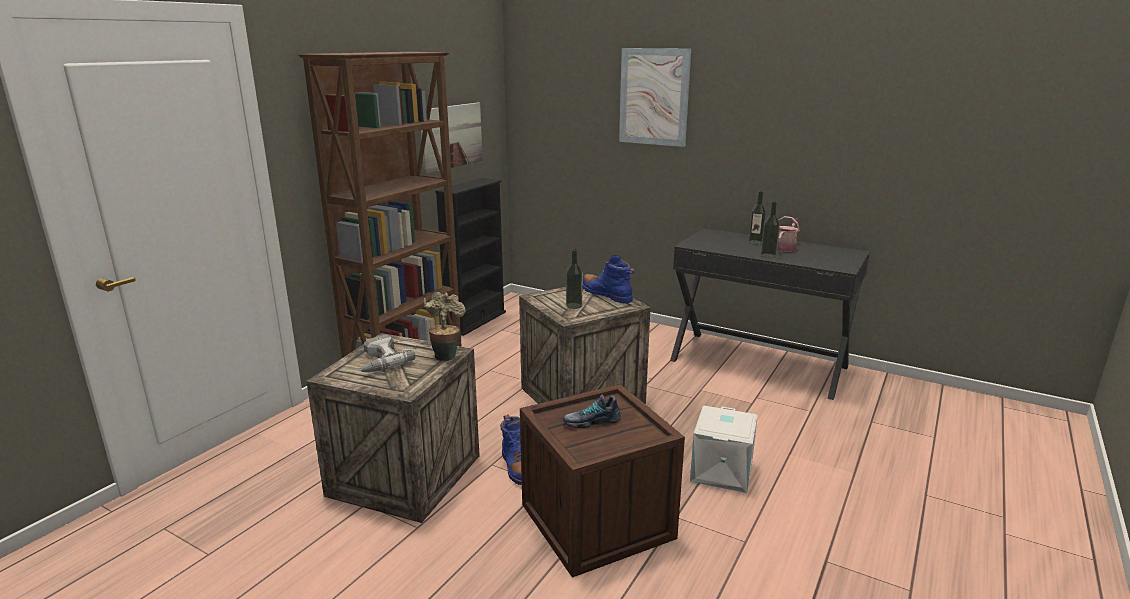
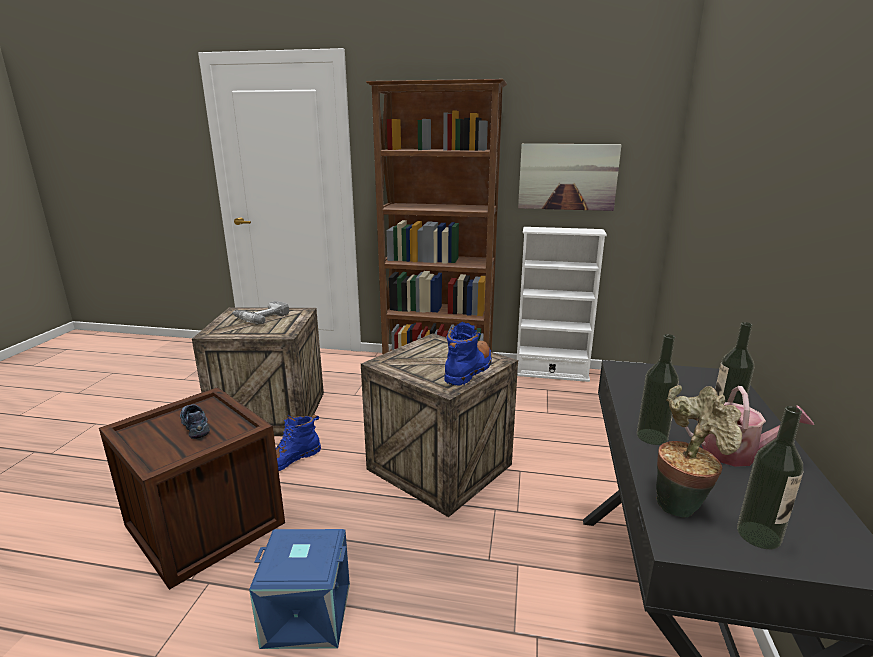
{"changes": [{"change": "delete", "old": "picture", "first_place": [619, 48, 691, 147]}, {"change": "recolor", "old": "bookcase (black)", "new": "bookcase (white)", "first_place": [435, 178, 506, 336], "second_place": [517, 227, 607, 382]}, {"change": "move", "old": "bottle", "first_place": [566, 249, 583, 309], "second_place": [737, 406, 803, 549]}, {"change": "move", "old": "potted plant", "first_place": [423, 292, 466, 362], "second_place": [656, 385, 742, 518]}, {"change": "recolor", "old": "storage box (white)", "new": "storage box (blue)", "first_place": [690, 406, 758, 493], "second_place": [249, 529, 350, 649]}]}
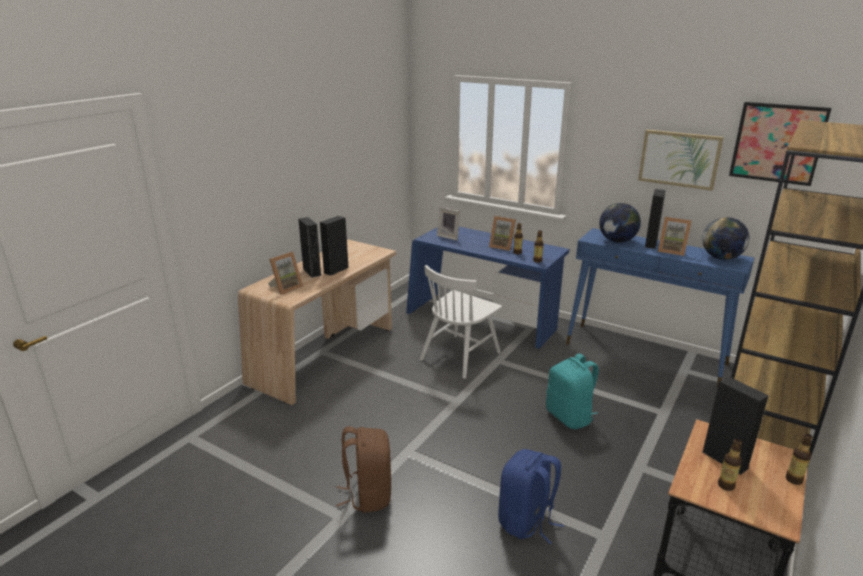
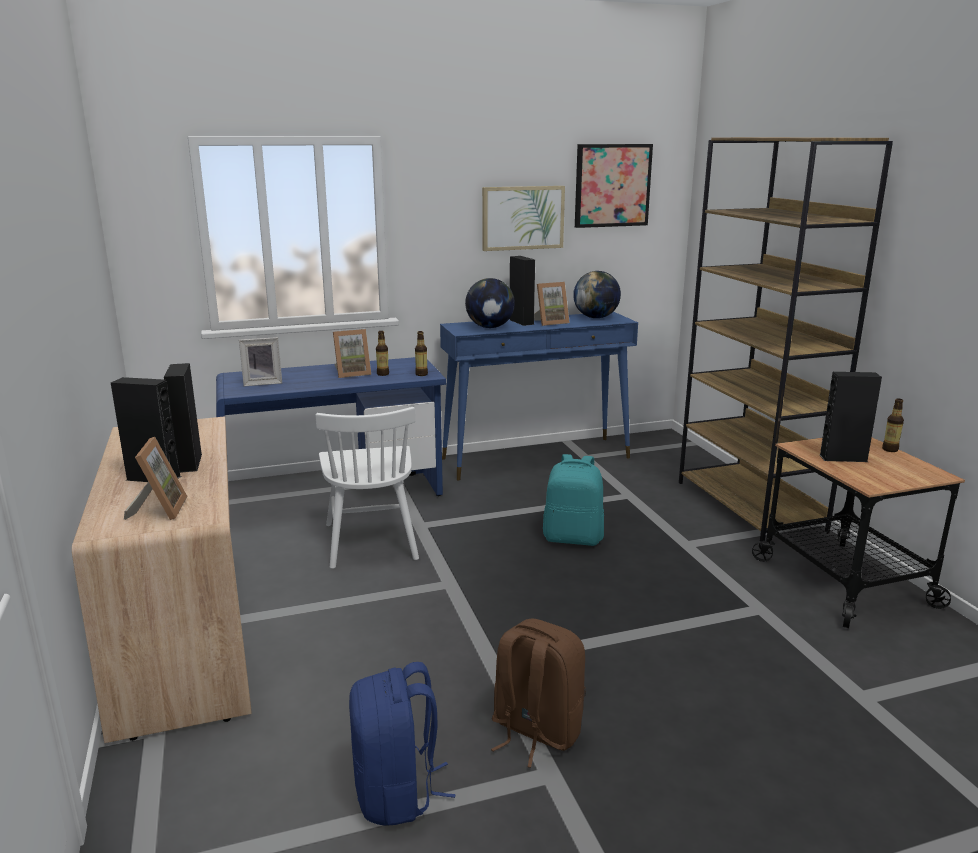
{"changes": [{"change": "delete", "old": "bottle", "first_place": [718, 439, 742, 491]}, {"change": "move", "old": "backpack (blue)", "first_place": [498, 449, 564, 544], "second_place": [349, 662, 455, 826]}]}
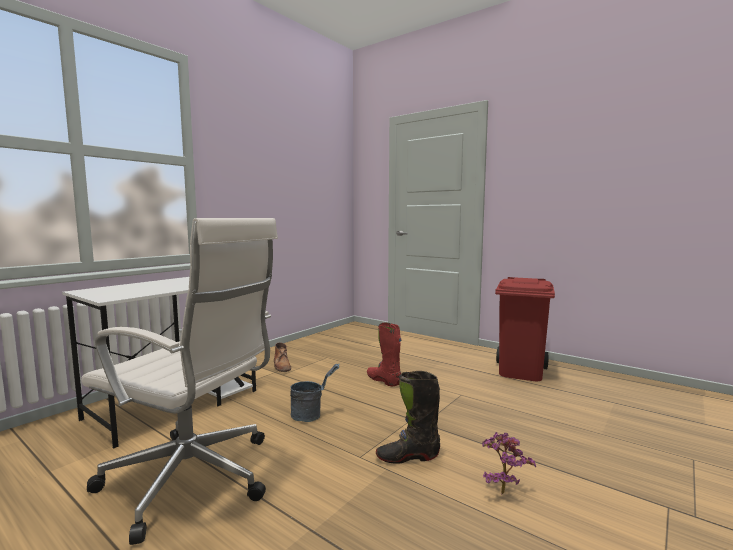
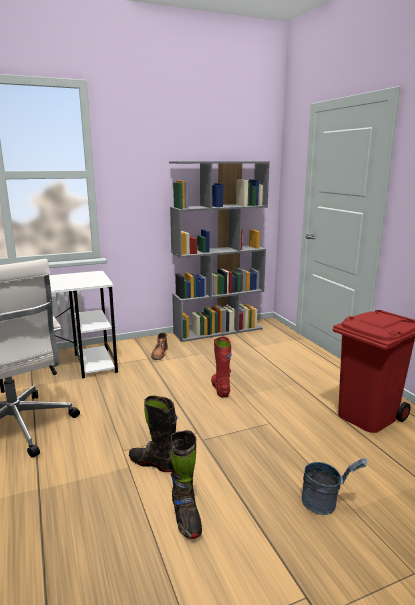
{"changes": [{"change": "move", "old": "bucket (grey)", "first_place": [290, 364, 340, 422], "second_place": [302, 458, 368, 515]}, {"change": "replace", "old": "potted plant", "new": "boot (black)", "first_place": [482, 432, 536, 494], "second_place": [170, 430, 202, 539]}, {"change": "insert", "new": "bookcase (grey)", "second_place": [169, 161, 270, 342]}]}
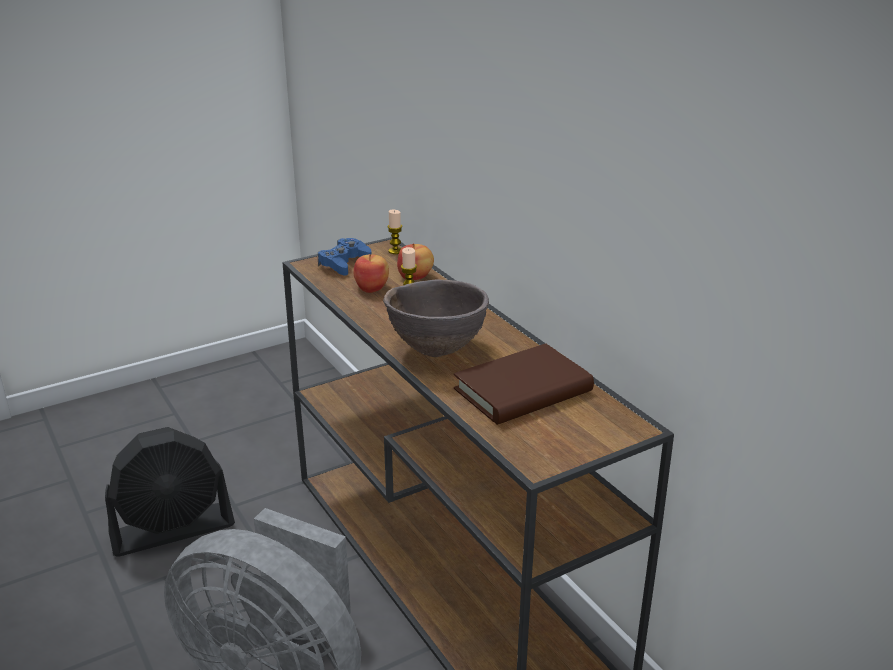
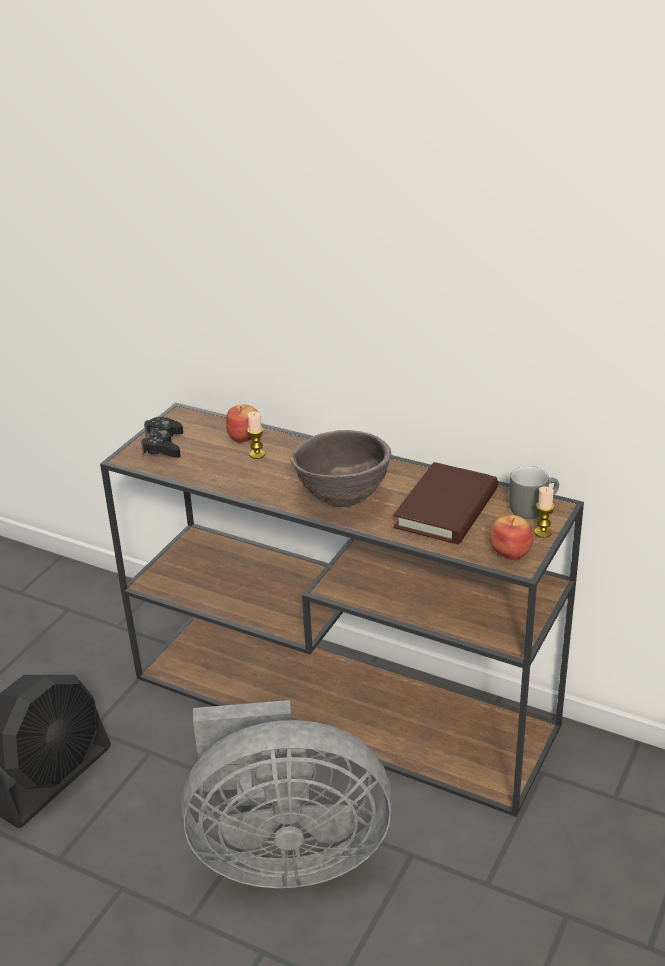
{"changes": [{"change": "move", "old": "candle", "first_place": [388, 209, 402, 254], "second_place": [534, 486, 554, 538]}, {"change": "recolor", "old": "game controller (blue)", "new": "game controller (black)", "first_place": [318, 238, 372, 276], "second_place": [141, 417, 183, 458]}, {"change": "move", "old": "apple", "first_place": [353, 254, 389, 293], "second_place": [489, 515, 533, 560]}, {"change": "insert", "new": "mug (grey)", "second_place": [509, 466, 559, 519]}]}
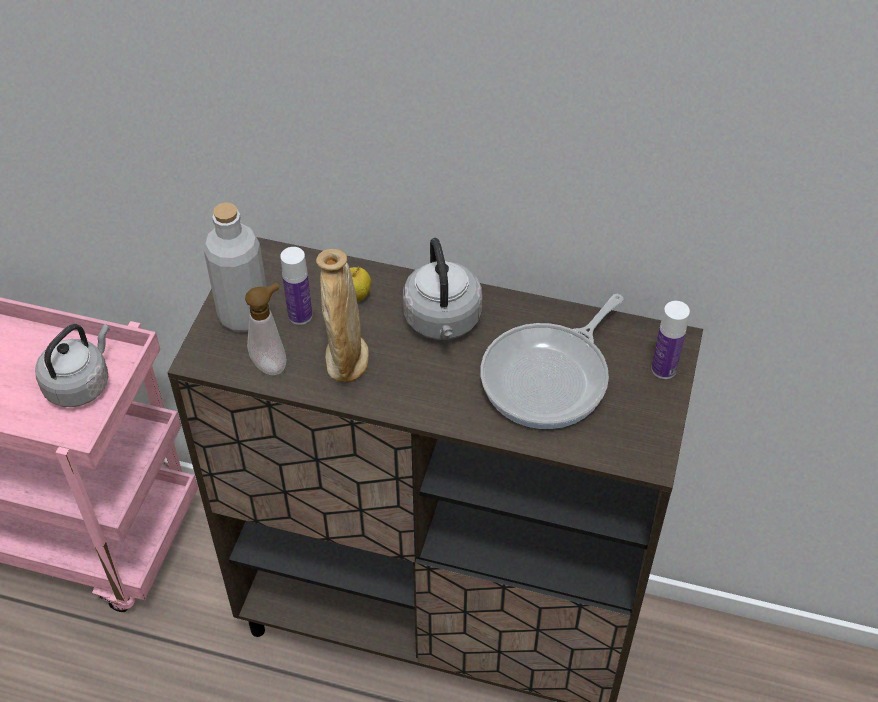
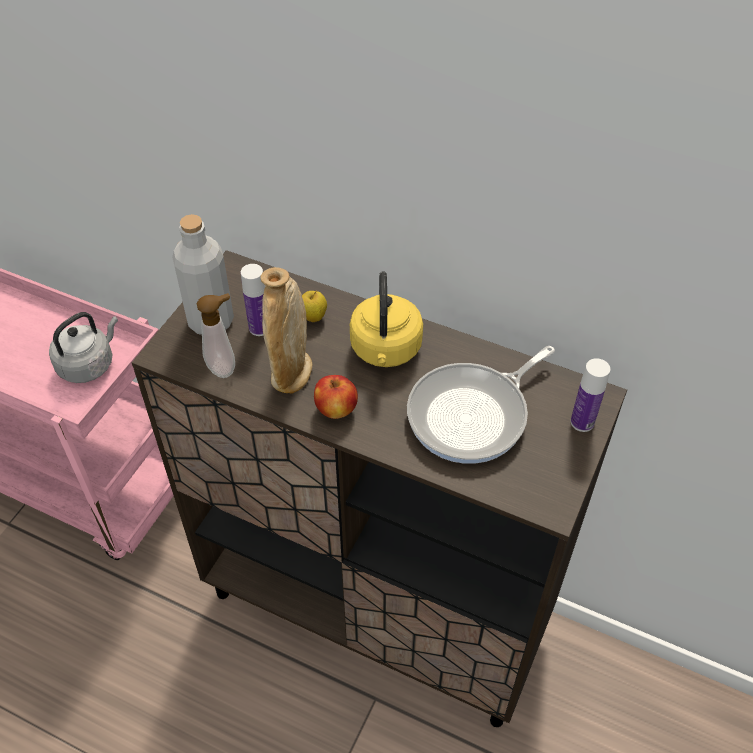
{"changes": [{"change": "recolor", "old": "kettle (grey)", "new": "kettle (yellow)", "first_place": [403, 238, 482, 340], "second_place": [350, 272, 423, 367]}, {"change": "insert", "new": "apple", "second_place": [314, 375, 358, 419]}]}
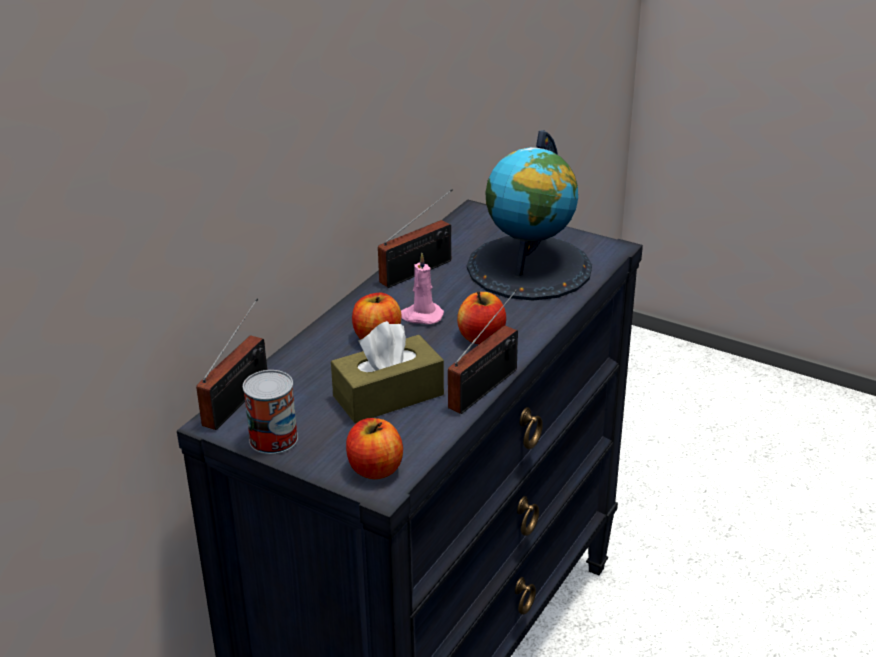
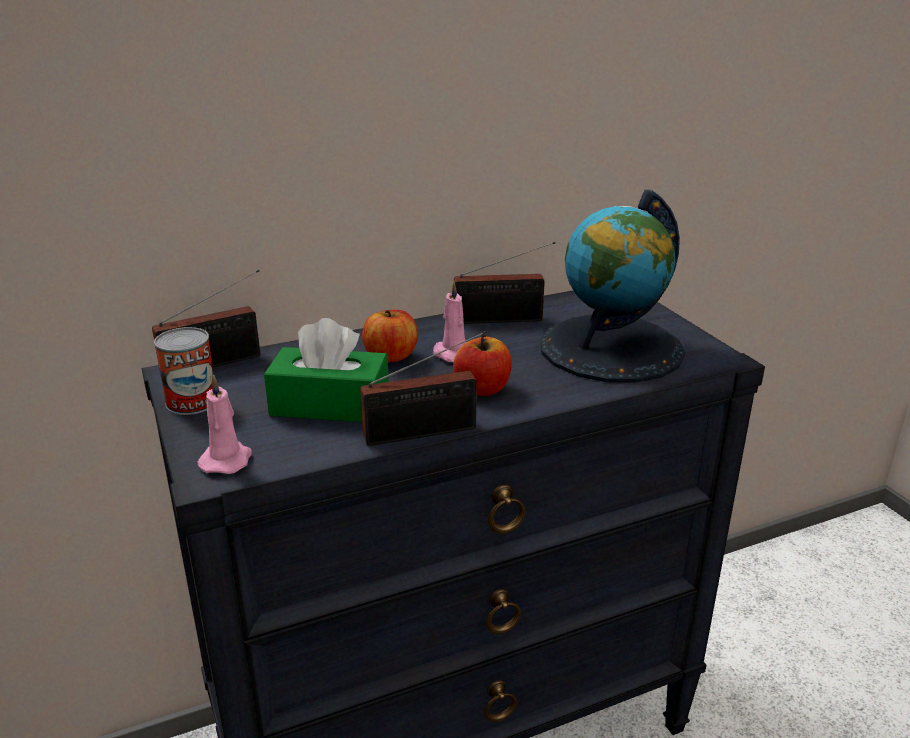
{"changes": [{"change": "recolor", "old": "tissue box (brown)", "new": "tissue box (green)", "first_place": [331, 321, 444, 423], "second_place": [264, 318, 389, 422]}, {"change": "replace", "old": "apple", "new": "candle (pink)", "first_place": [346, 418, 403, 479], "second_place": [198, 374, 252, 474]}]}
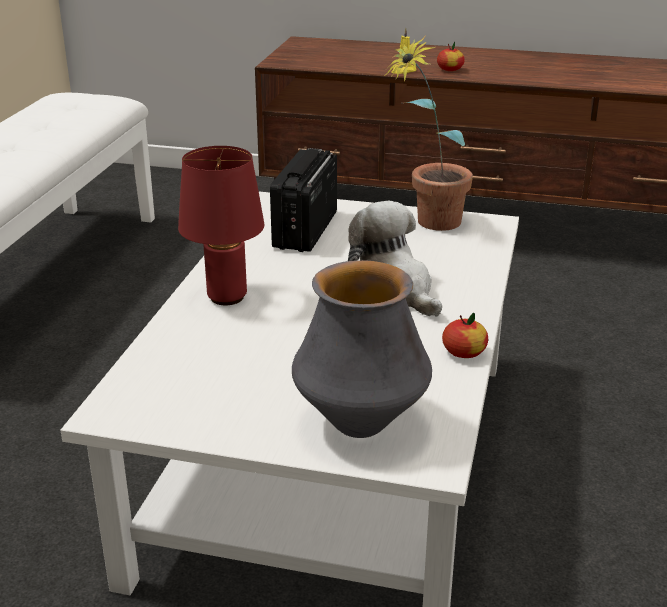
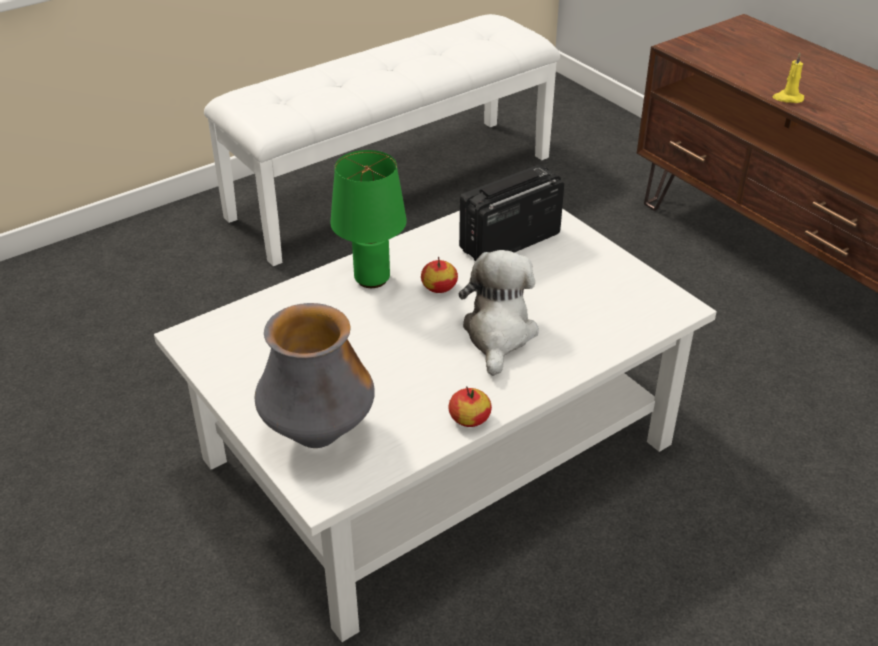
{"changes": [{"change": "delete", "old": "potted plant", "first_place": [384, 35, 473, 231]}, {"change": "move", "old": "apple", "first_place": [437, 42, 465, 71], "second_place": [421, 257, 458, 293]}, {"change": "recolor", "old": "table lamp (red)", "new": "table lamp (green)", "first_place": [178, 146, 264, 305], "second_place": [330, 150, 407, 288]}]}
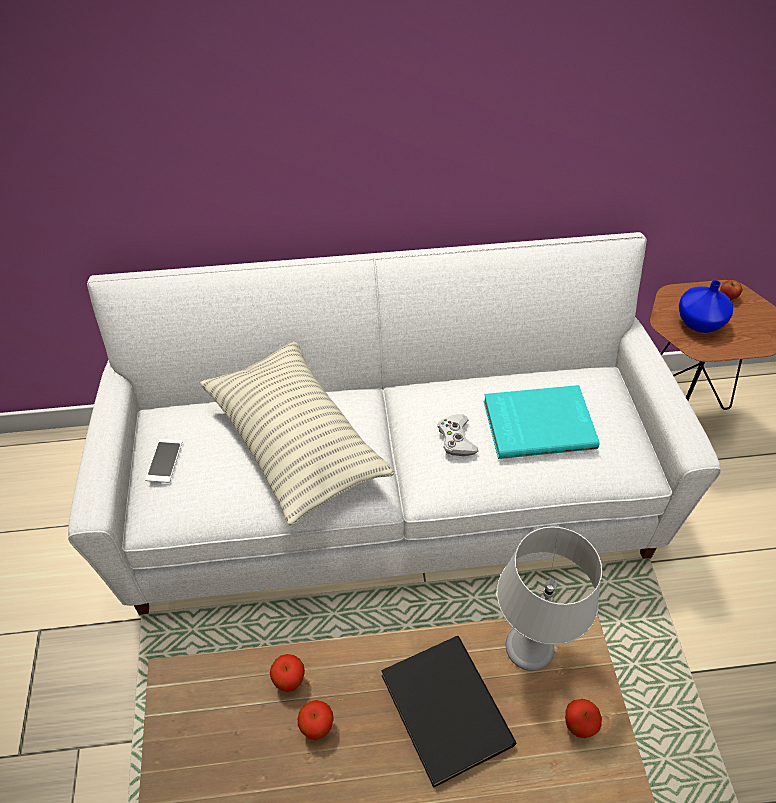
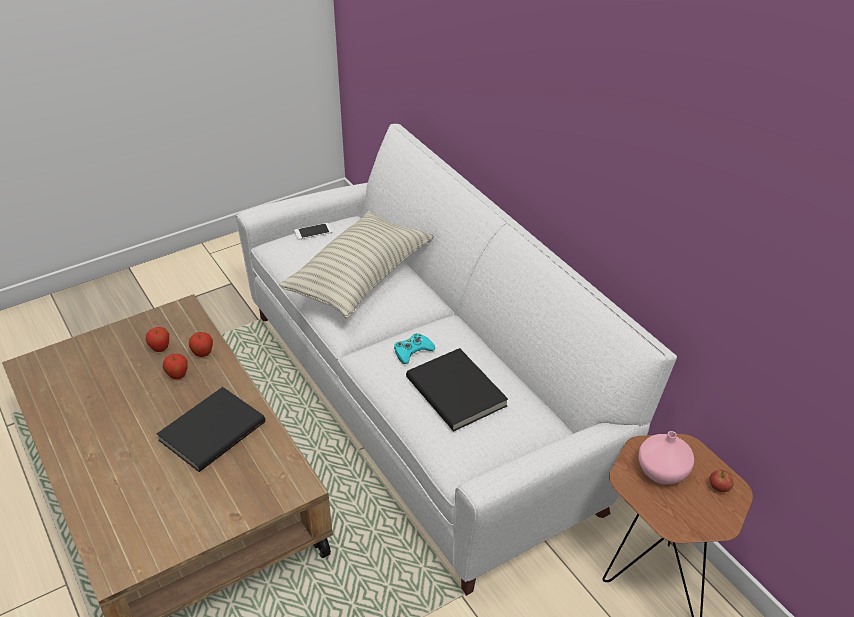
{"changes": [{"change": "recolor", "old": "vase (blue)", "new": "vase (pink)", "first_place": [679, 280, 733, 333], "second_place": [638, 431, 694, 485]}, {"change": "recolor", "old": "book (turquoise)", "new": "book (black)", "first_place": [483, 385, 599, 459], "second_place": [406, 348, 508, 431]}, {"change": "recolor", "old": "game controller (white)", "new": "game controller (turquoise)", "first_place": [438, 414, 478, 456], "second_place": [394, 333, 435, 364]}, {"change": "delete", "old": "table lamp (grey)", "first_place": [497, 526, 602, 671]}, {"change": "move", "old": "apple", "first_place": [565, 699, 602, 738], "second_place": [146, 327, 169, 352]}]}
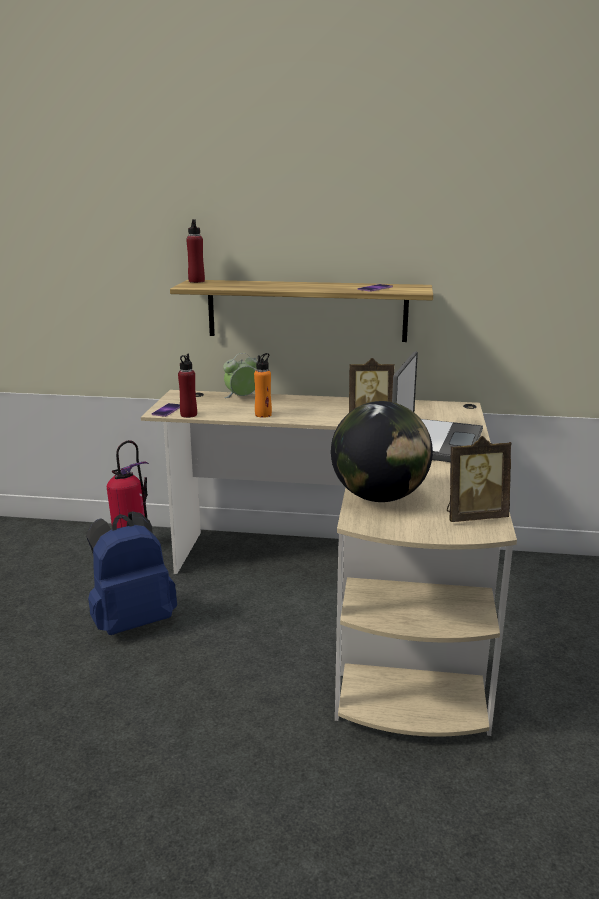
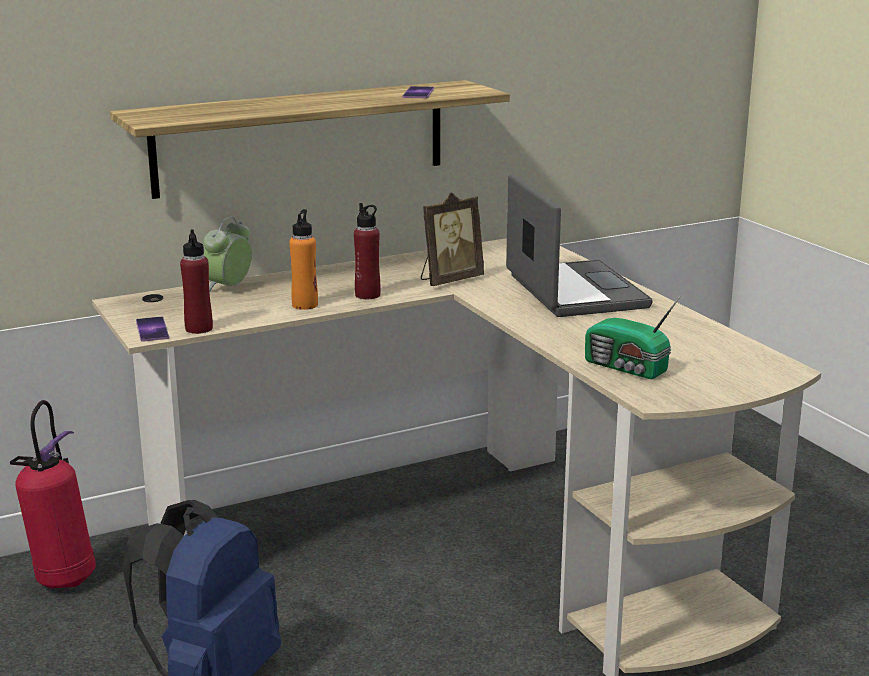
{"changes": [{"change": "move", "old": "bottle (red)", "first_place": [186, 219, 205, 283], "second_place": [354, 203, 381, 299]}, {"change": "replace", "old": "globe", "new": "radio", "first_place": [331, 401, 433, 502], "second_place": [585, 297, 680, 379]}, {"change": "delete", "old": "picture frame", "first_place": [447, 436, 512, 522]}]}
